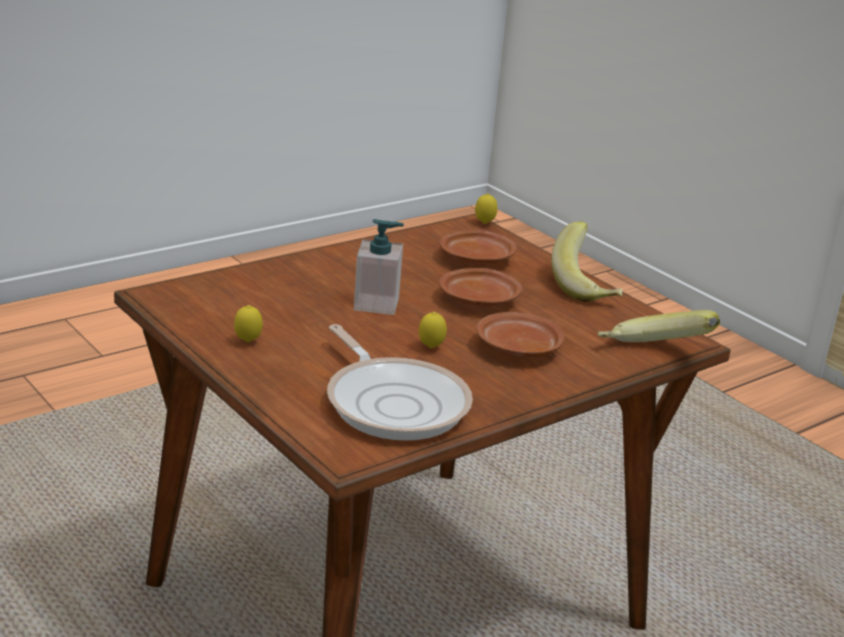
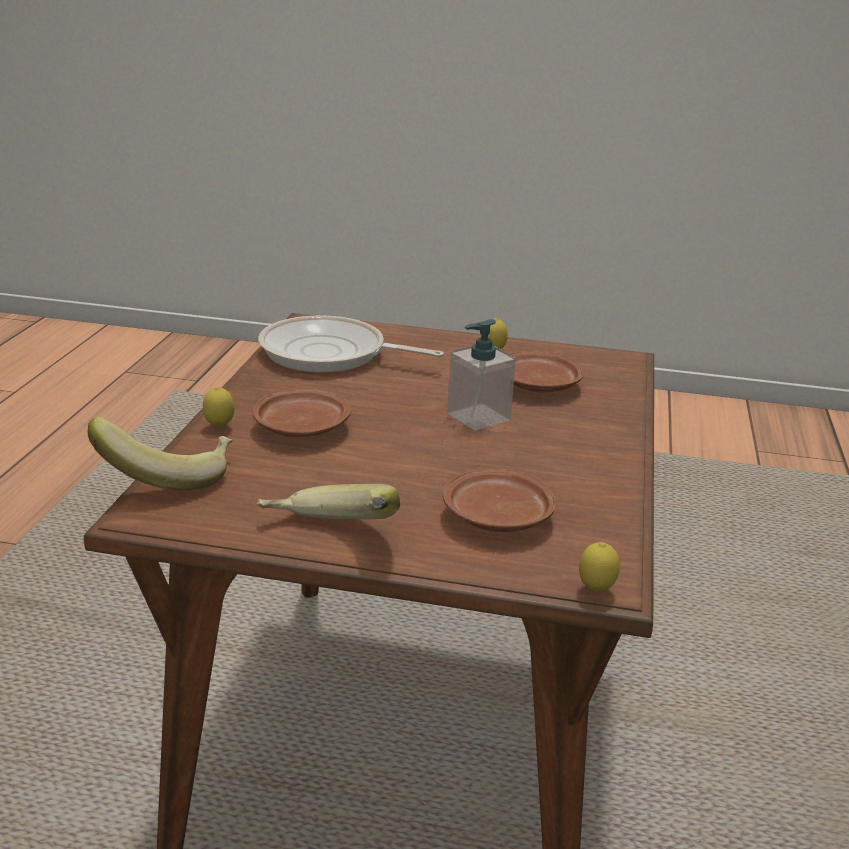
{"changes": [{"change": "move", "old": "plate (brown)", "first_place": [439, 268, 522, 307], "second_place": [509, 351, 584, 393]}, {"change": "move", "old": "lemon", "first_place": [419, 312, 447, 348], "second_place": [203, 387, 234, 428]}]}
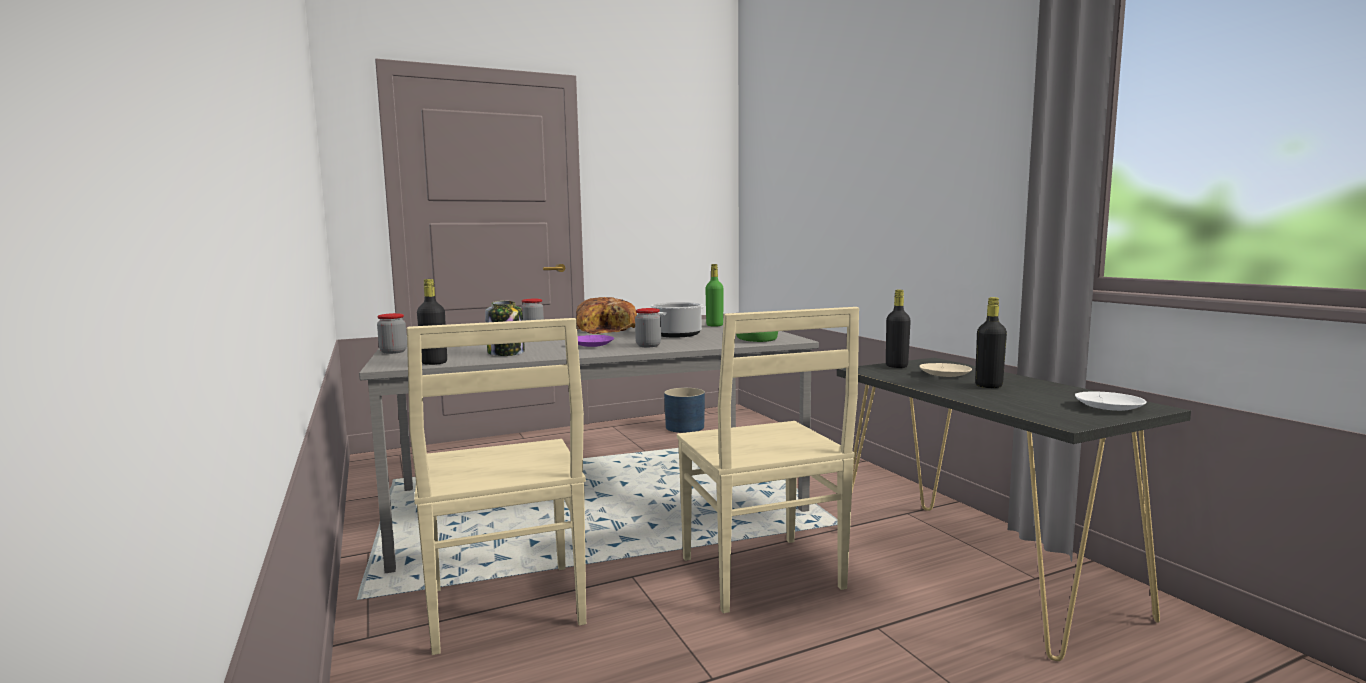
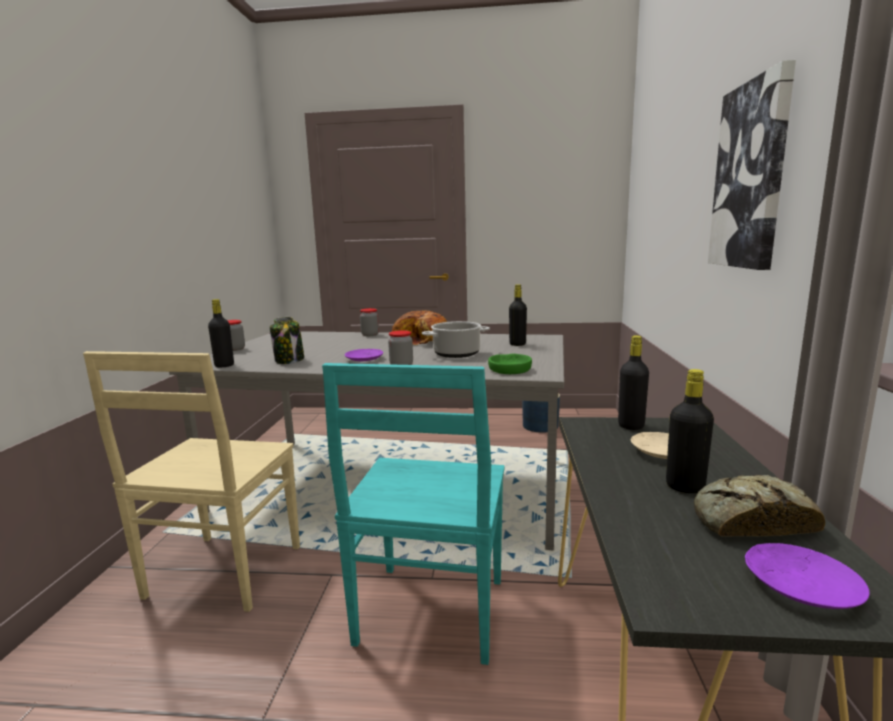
{"changes": [{"change": "recolor", "old": "bottle (green)", "new": "bottle (black)", "first_place": [705, 264, 724, 327], "second_place": [509, 284, 527, 346]}, {"change": "recolor", "old": "chair (beige)", "new": "chair (turquoise)", "first_place": [677, 307, 859, 613], "second_place": [322, 363, 504, 665]}, {"change": "recolor", "old": "plate (white)", "new": "plate (purple)", "first_place": [1075, 391, 1147, 411], "second_place": [745, 543, 870, 609]}, {"change": "insert", "new": "picture", "second_place": [708, 60, 796, 270]}, {"change": "insert", "new": "bread", "second_place": [694, 475, 825, 537]}]}
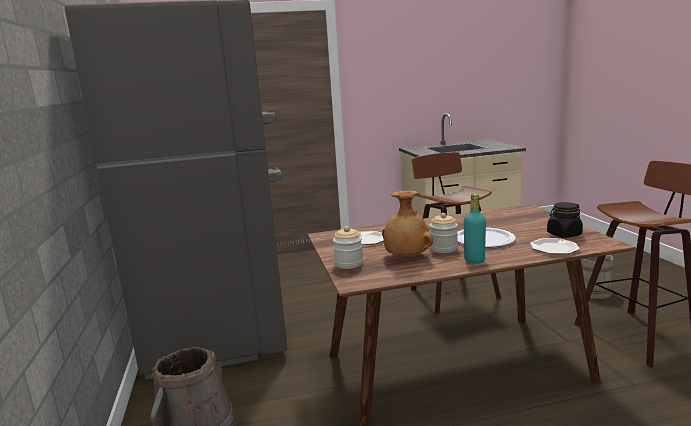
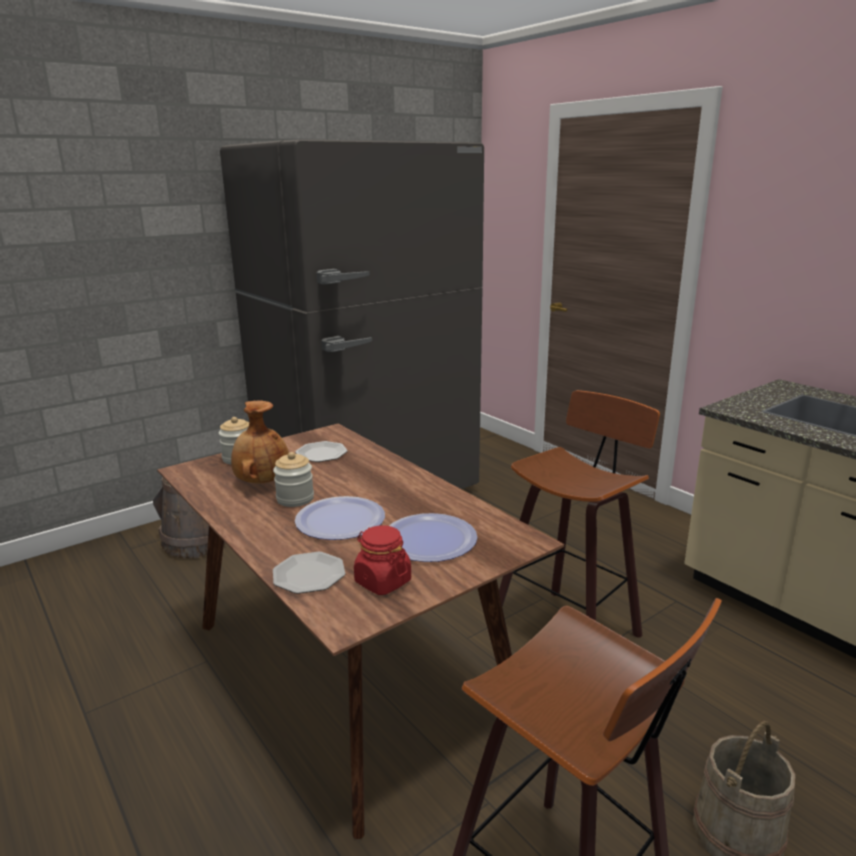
{"changes": [{"change": "delete", "old": "bottle (turquoise)", "first_place": [464, 193, 486, 263]}, {"change": "recolor", "old": "jar (black)", "new": "jar (red)", "first_place": [547, 202, 583, 238], "second_place": [354, 525, 411, 595]}, {"change": "insert", "new": "plate", "second_place": [389, 513, 478, 562]}]}
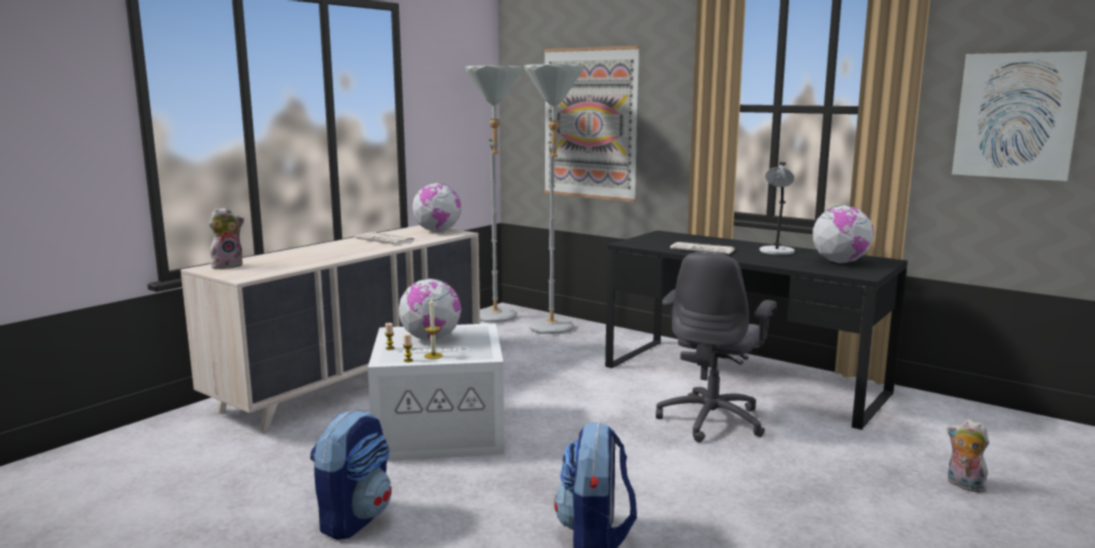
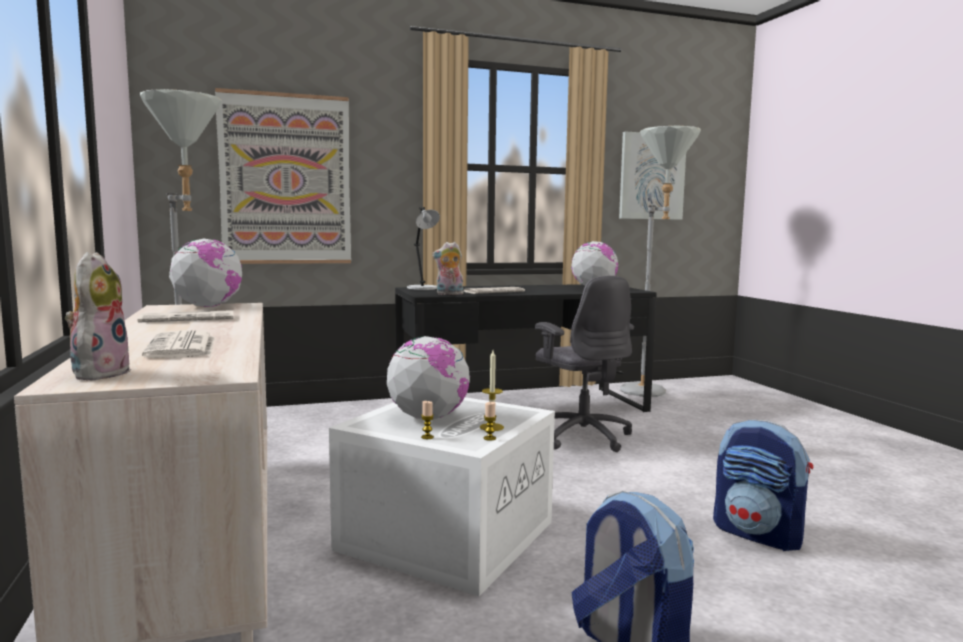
{"changes": [{"change": "move", "old": "floor lamp (grey)", "first_place": [524, 64, 584, 334], "second_place": [620, 126, 701, 397]}, {"change": "move", "old": "table lamp (grey)", "first_place": [759, 162, 795, 255], "second_place": [407, 207, 440, 290]}, {"change": "move", "old": "plush toy", "first_place": [947, 419, 990, 493], "second_place": [432, 242, 464, 295]}, {"change": "insert", "new": "newspaper", "second_place": [142, 330, 215, 358]}]}
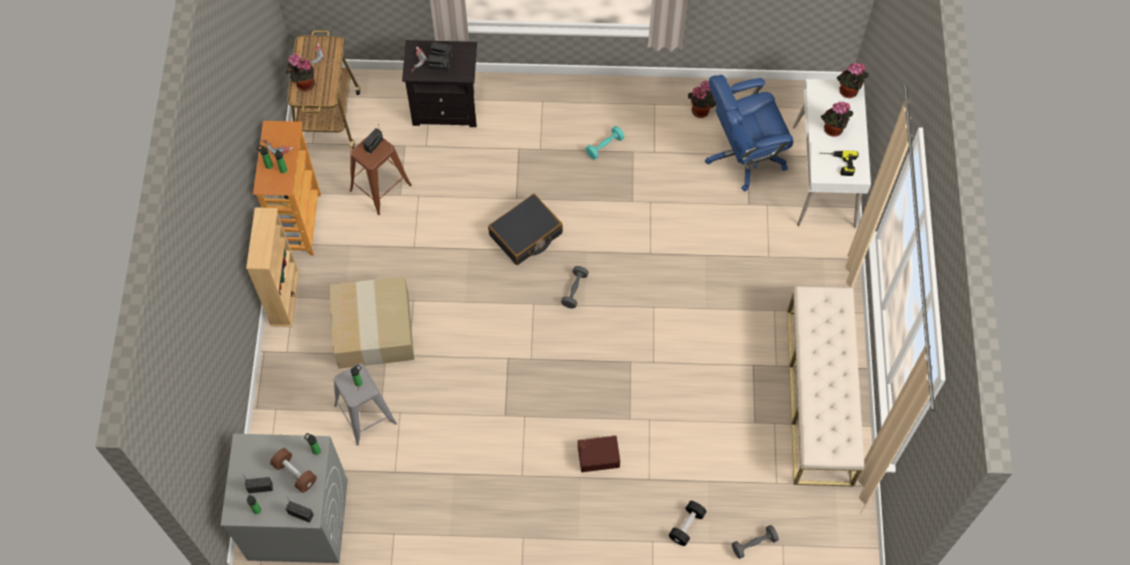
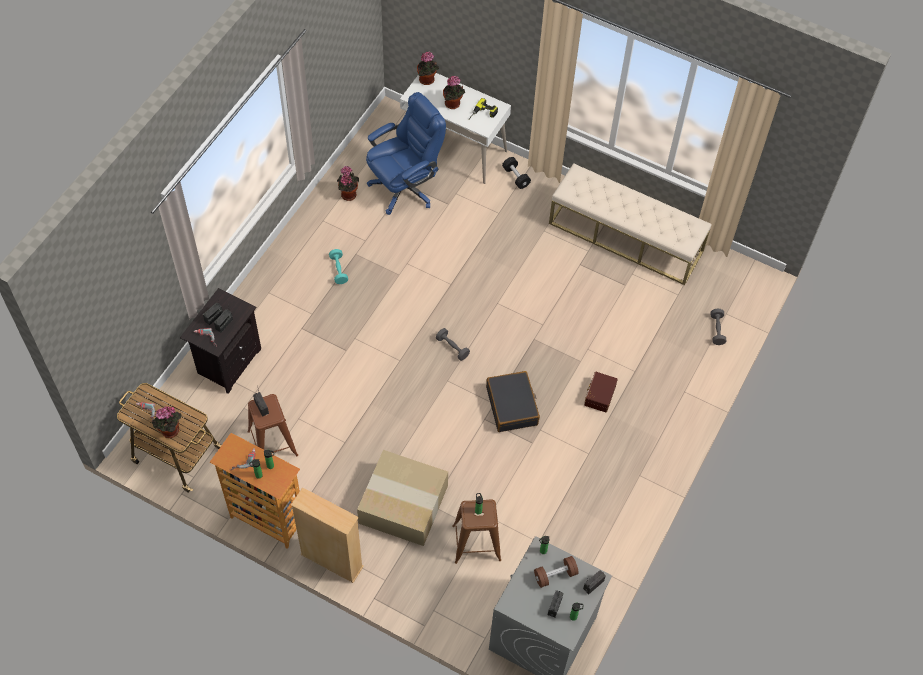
{"changes": [{"change": "rotate", "old": "office chair (blue)", "first_place": [705, 75, 793, 192], "second_place": [366, 92, 446, 215], "degrees": -135}, {"change": "move", "old": "suitcase (black)", "first_place": [488, 194, 563, 265], "second_place": [486, 371, 540, 432]}, {"change": "recolor", "old": "stool (grey)", "new": "stool (brown)", "first_place": [334, 363, 397, 446], "second_place": [452, 499, 501, 564]}, {"change": "move", "old": "dumbbell (black)", "first_place": [669, 501, 707, 546], "second_place": [502, 157, 531, 189]}]}
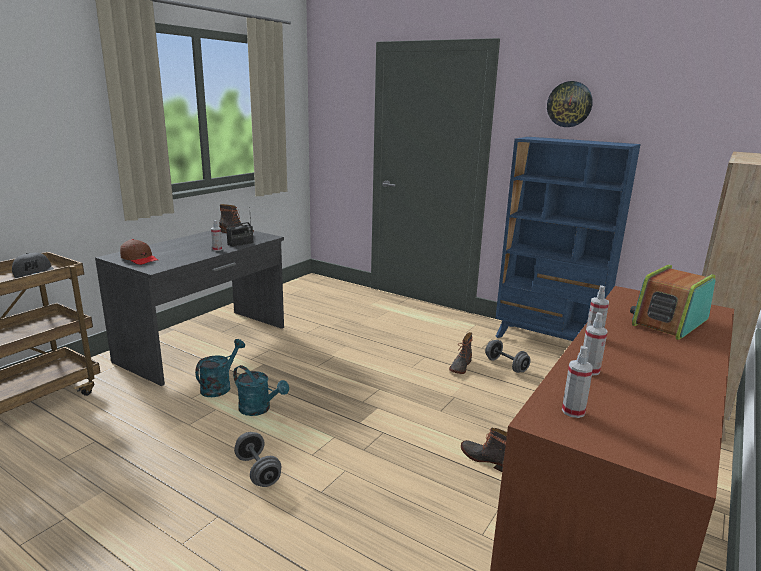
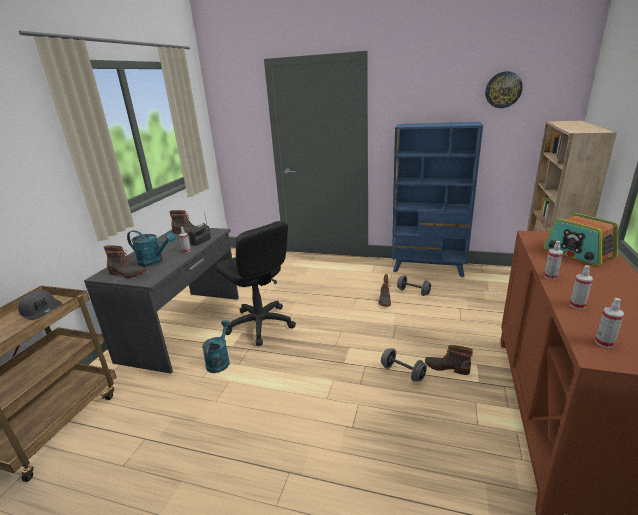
{"changes": [{"change": "move", "old": "wall clock", "first_place": [547, 81, 593, 127], "second_place": [485, 71, 523, 108]}, {"change": "replace", "old": "cap (brown)", "new": "boot", "first_place": [120, 239, 158, 265], "second_place": [104, 245, 147, 278]}, {"change": "rotate", "old": "radio", "first_place": [630, 264, 715, 340], "second_place": [544, 213, 618, 266], "degrees": -60}, {"change": "move", "old": "watering can (turquoise)", "first_place": [233, 365, 289, 416], "second_place": [127, 230, 176, 266]}, {"change": "move", "old": "dumbbell (grey)", "first_place": [234, 432, 281, 487], "second_place": [381, 348, 427, 382]}, {"change": "insert", "new": "office chair (black)", "second_place": [216, 221, 296, 346]}]}
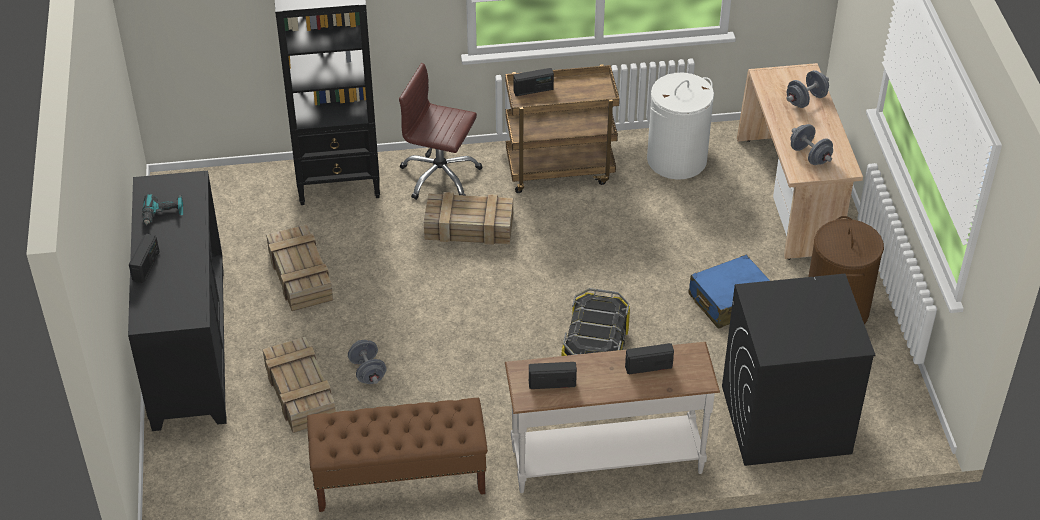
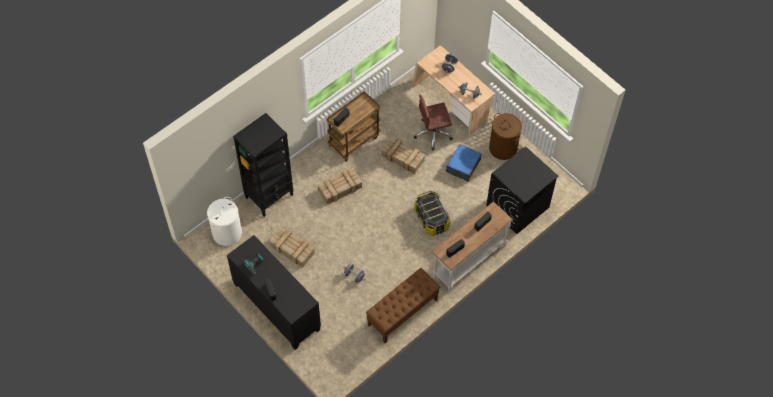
{"changes": [{"change": "move", "old": "office chair (brown)", "first_place": [399, 63, 482, 200], "second_place": [414, 95, 453, 150]}, {"change": "move", "old": "laundry basket (white)", "first_place": [647, 73, 714, 180], "second_place": [207, 197, 242, 246]}, {"change": "move", "old": "crate", "first_place": [263, 337, 336, 433], "second_place": [381, 137, 425, 174]}]}
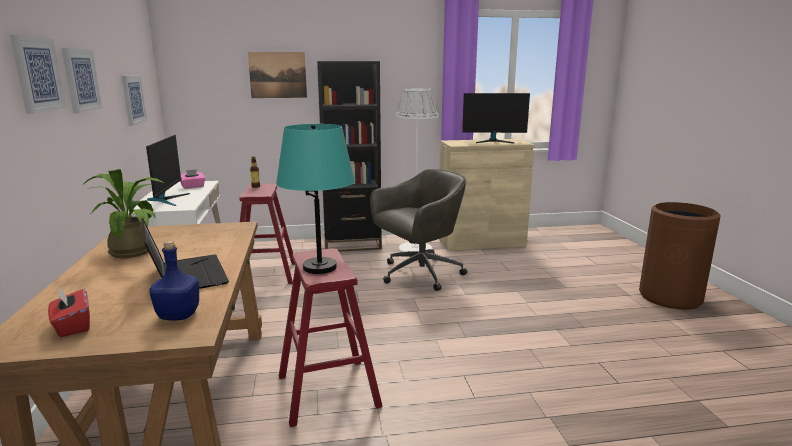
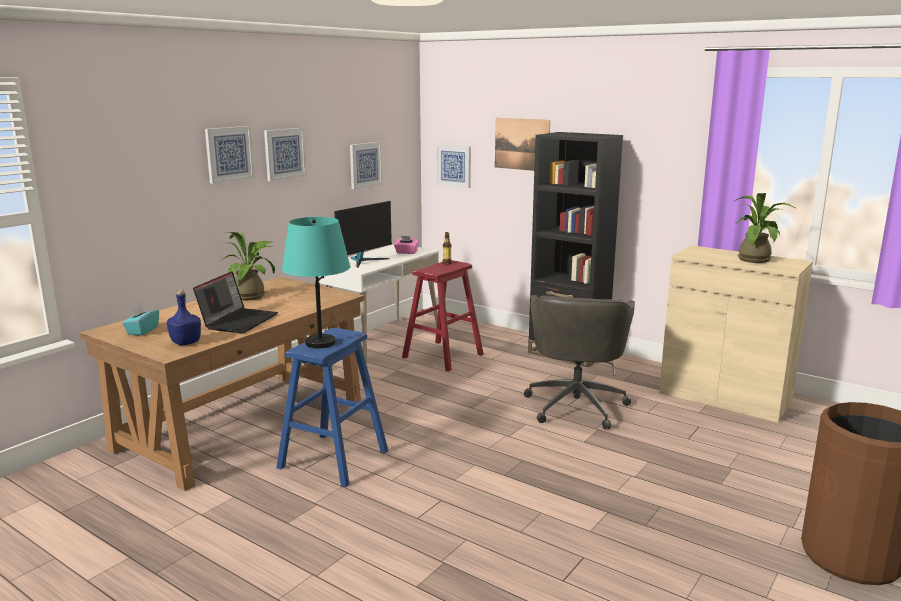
{"changes": [{"change": "delete", "old": "floor lamp (white)", "first_place": [396, 88, 439, 252]}, {"change": "replace", "old": "monitor", "new": "potted plant", "first_place": [462, 93, 530, 143], "second_place": [733, 193, 795, 263]}, {"change": "rotate", "old": "office chair (grey)", "first_place": [370, 169, 467, 291], "second_place": [524, 295, 635, 429], "degrees": 90}, {"change": "recolor", "old": "stool (red)", "new": "stool (blue)", "first_place": [279, 248, 383, 427], "second_place": [276, 328, 388, 487]}, {"change": "recolor", "old": "tissue box (red)", "new": "tissue box (turquoise)", "first_place": [48, 286, 90, 337], "second_place": [122, 304, 159, 336]}, {"change": "insert", "new": "picture", "second_place": [436, 144, 471, 188]}]}
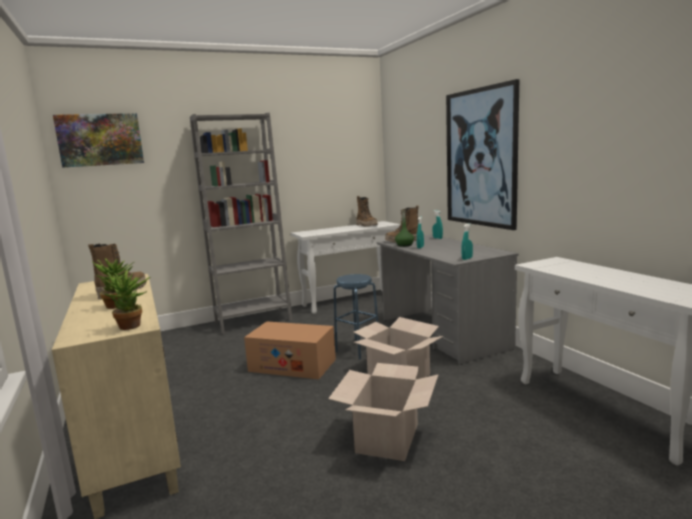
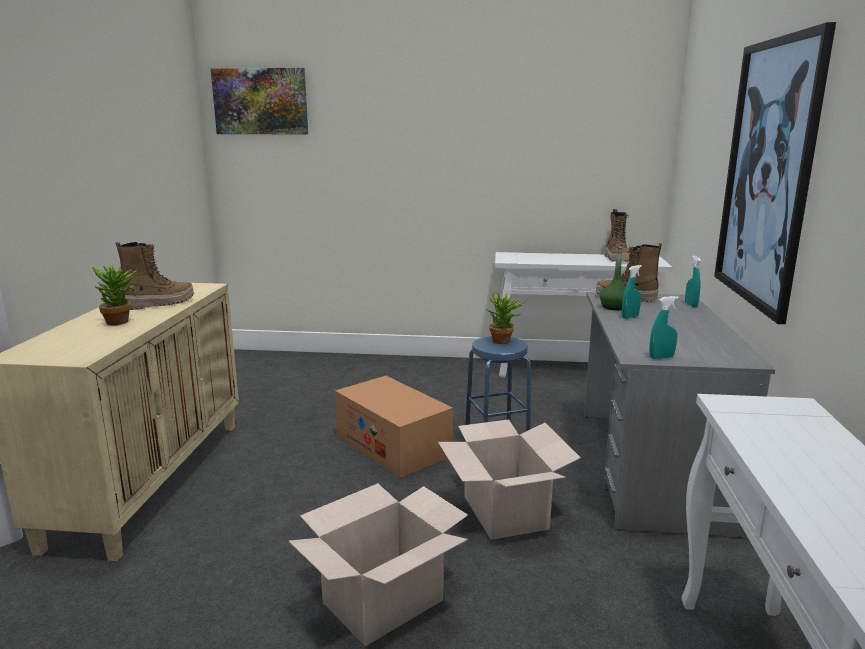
{"changes": [{"change": "delete", "old": "bookcase (grey)", "first_place": [190, 113, 292, 334]}, {"change": "move", "old": "potted plant", "first_place": [103, 270, 151, 330], "second_place": [486, 291, 526, 344]}]}
